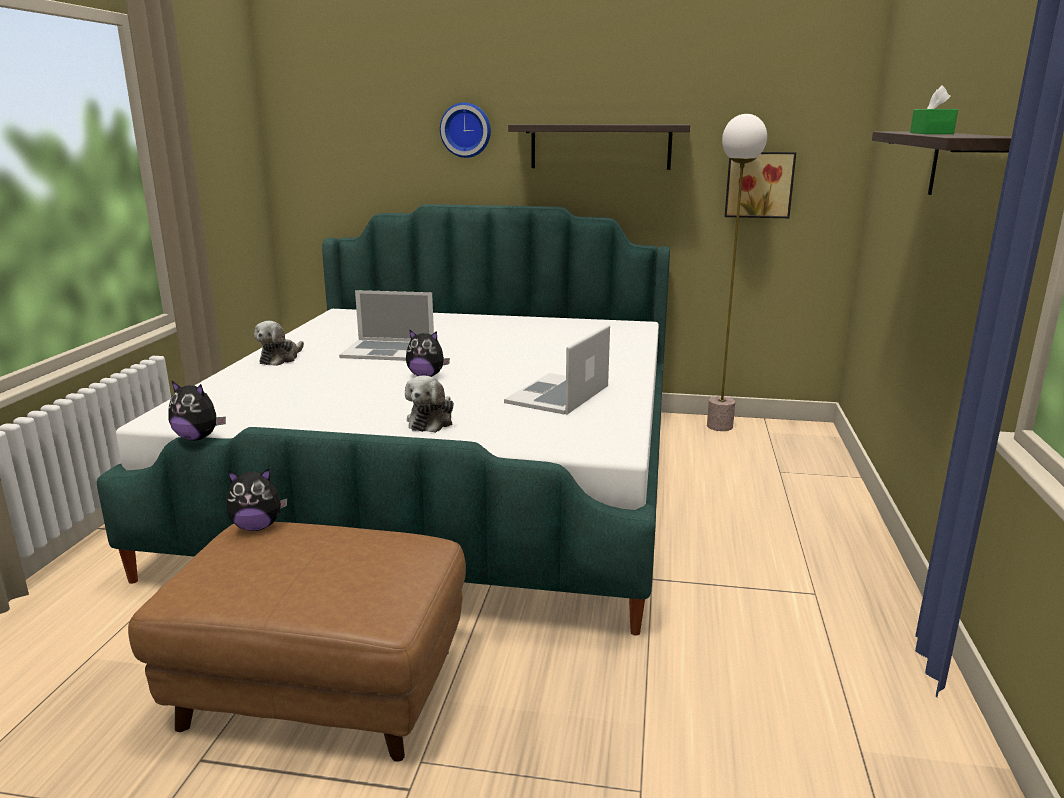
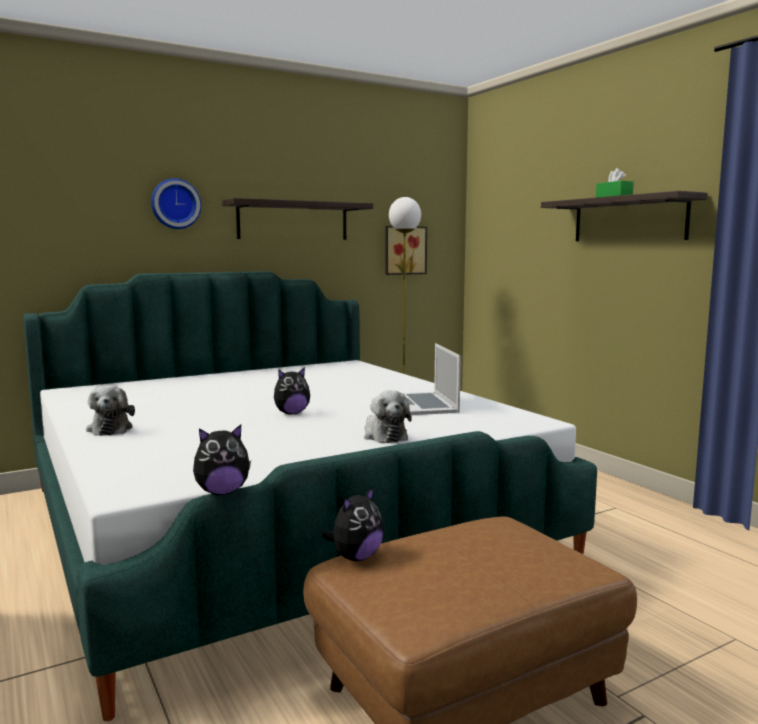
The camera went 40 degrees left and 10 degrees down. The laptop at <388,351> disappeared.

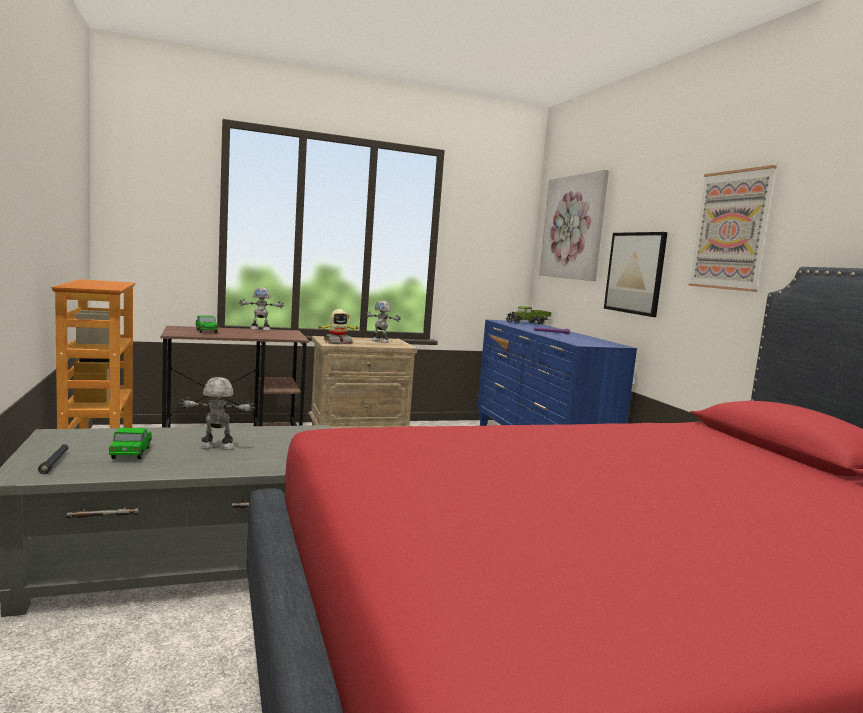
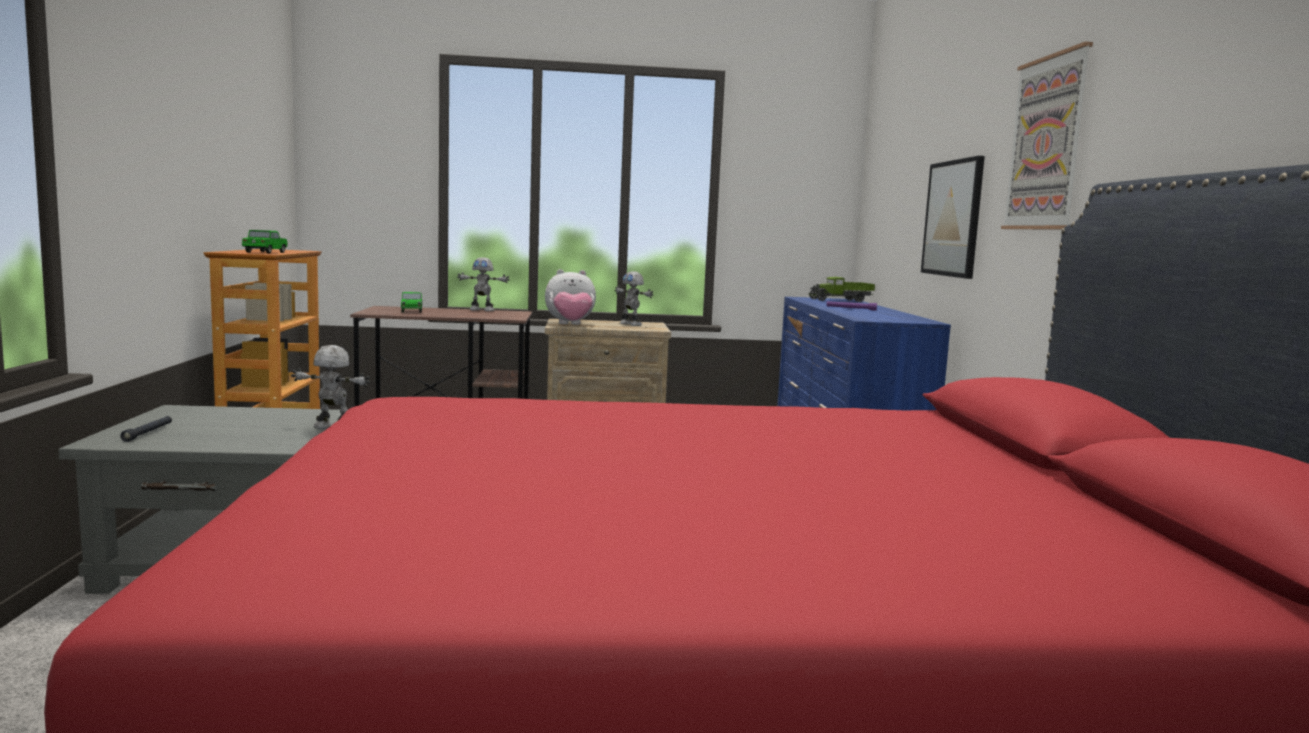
The camera went 15 degrees right and 0 degrees up. The toy car moved from <131,453> to <265,252>. The toy robot at <337,342> was replaced by the cuddly toy at <570,324>. The picture at <573,227> disappeared.

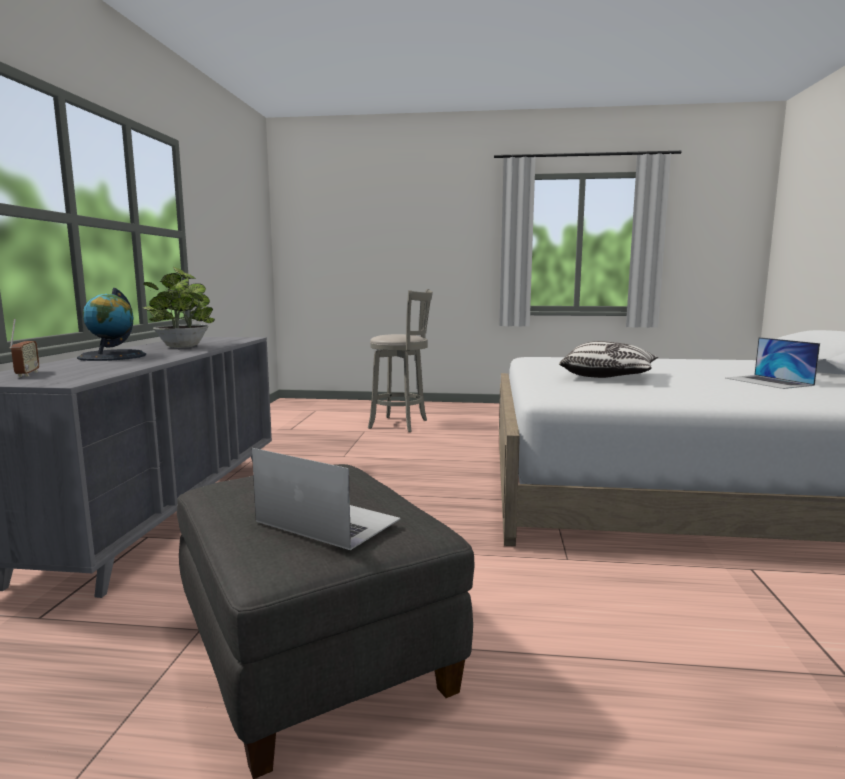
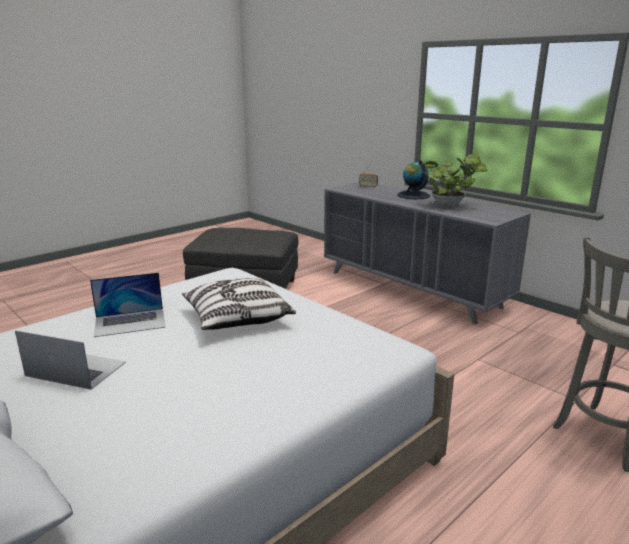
The camera went 130 degrees right and 10 degrees up. The laptop moved from <327,520> to <130,322>.

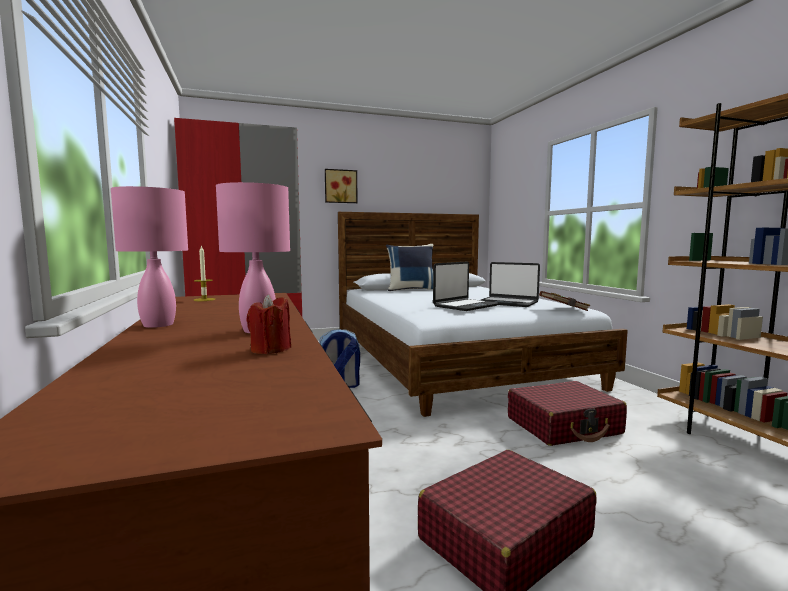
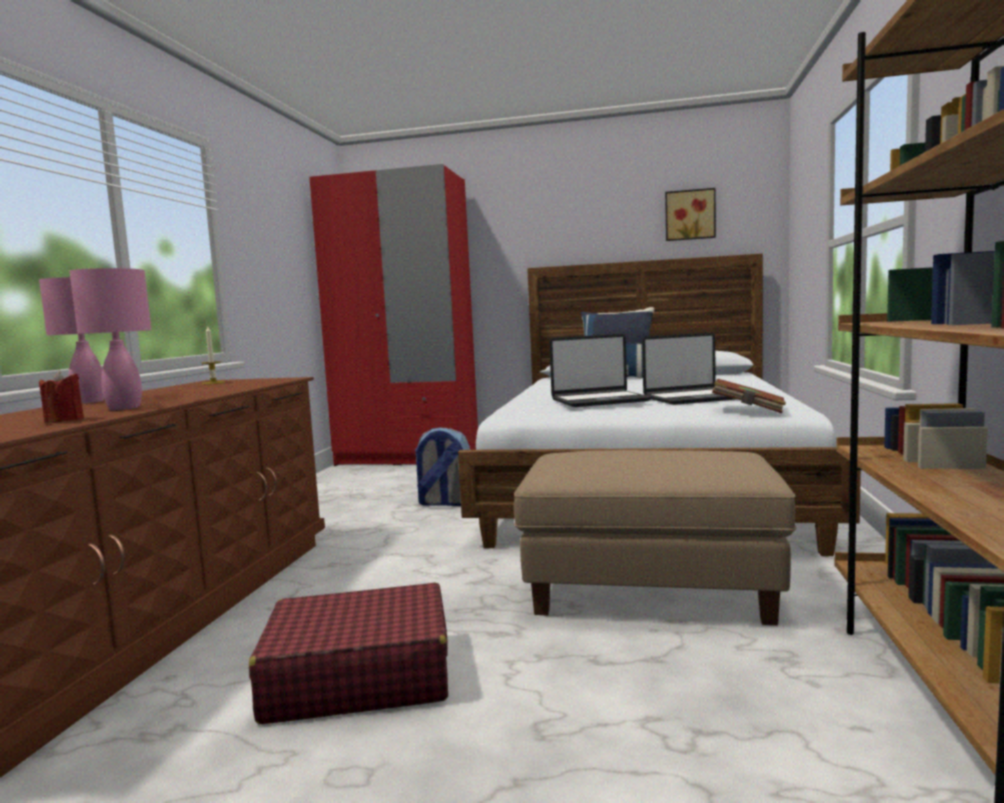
The camera went 30 degrees right and 0 degrees up. The travel case/red-coloured at <564,426> was replaced by the footrest/sand-coloured at <651,588>. The laptop at <508,303> turned 75 degrees counterclockwise. The picture moved from <340,186> to <690,215>.

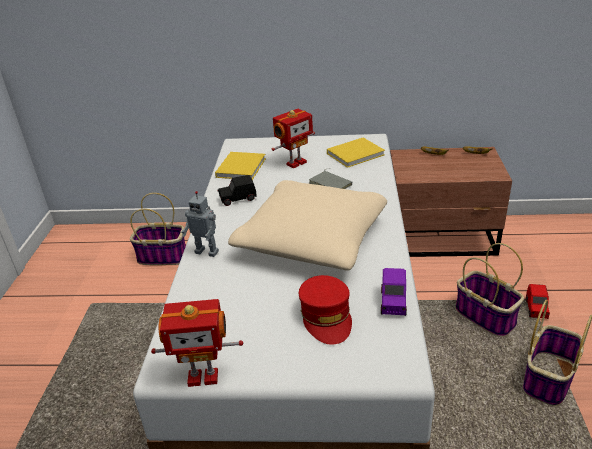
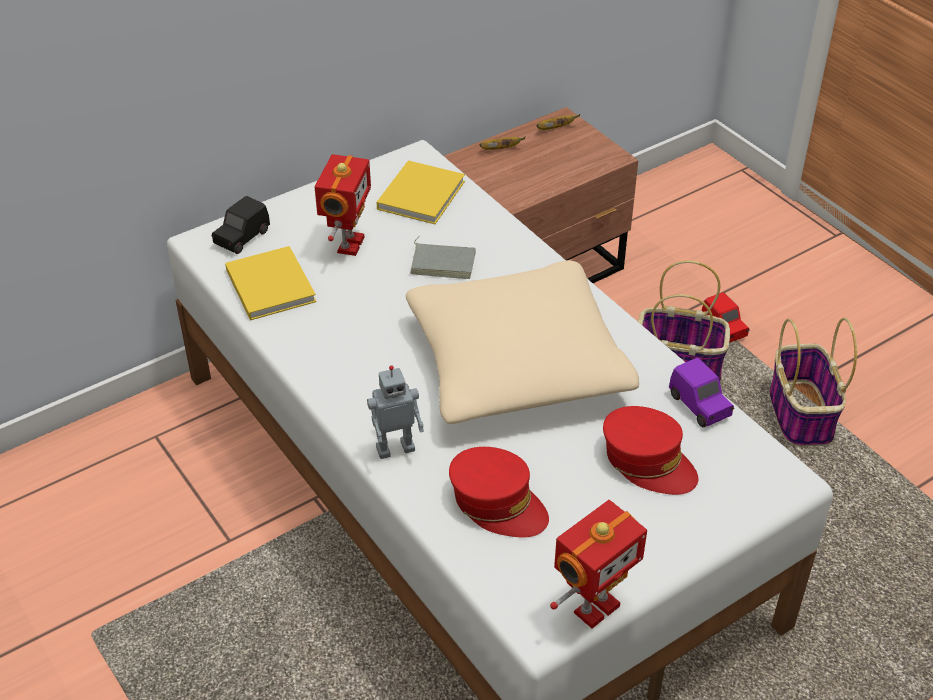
The camera went 40 degrees left and 10 degrees up. The toy car/blackish moved from <237,199> to <241,238>. The baseball cap/red-coloured at <498,503> appeared. The storage basket at <163,256> disappeared.

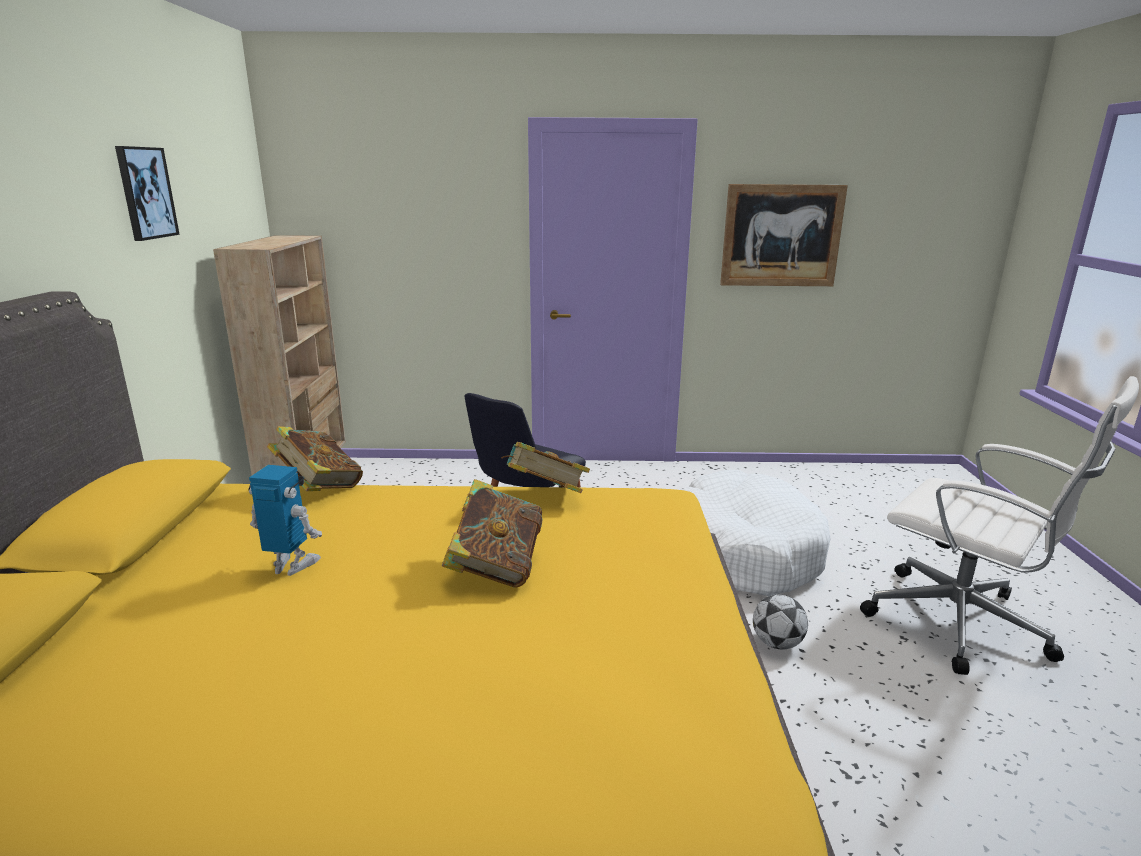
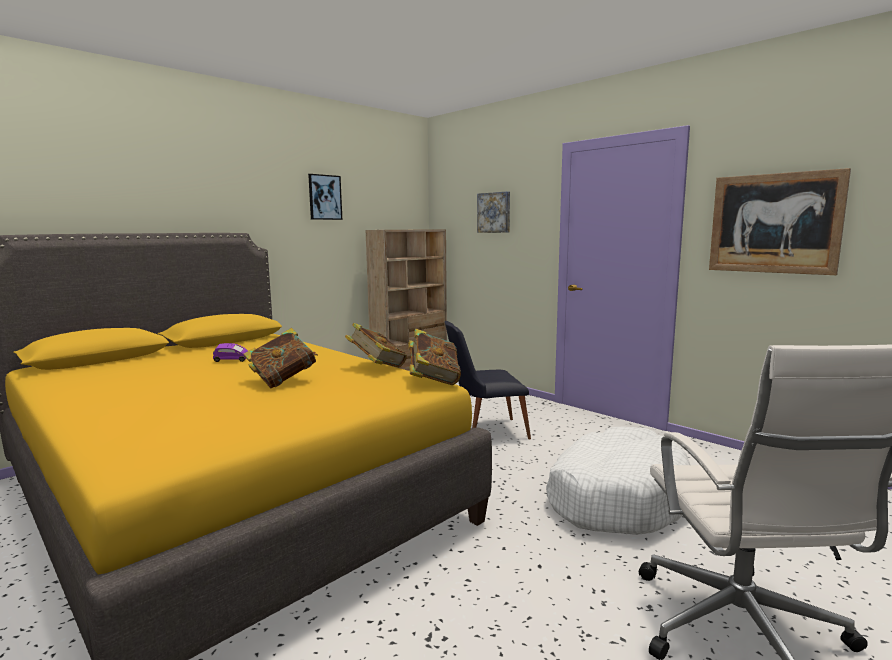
The camera went 45 degrees right and 10 degrees down. The toy robot at <291,566> was replaced by the toy car/purple-coloured at <231,360>. The bound book moved from <319,488> to <433,380>. The picture at <494,212> appeared. The football ball at <777,643> disappeared.

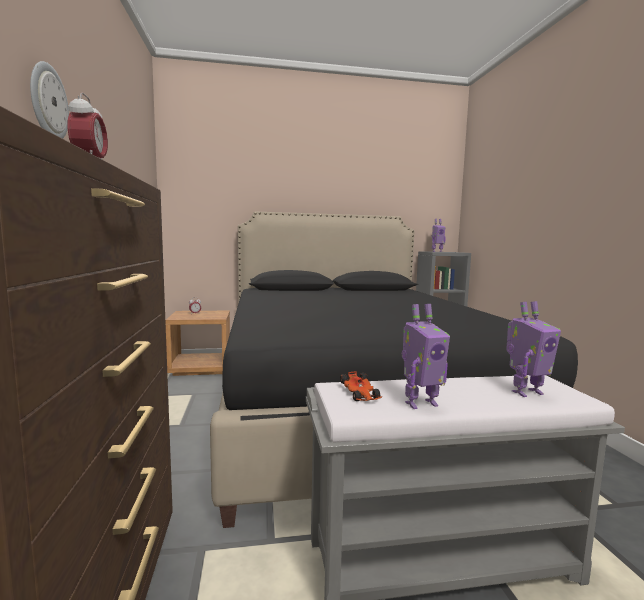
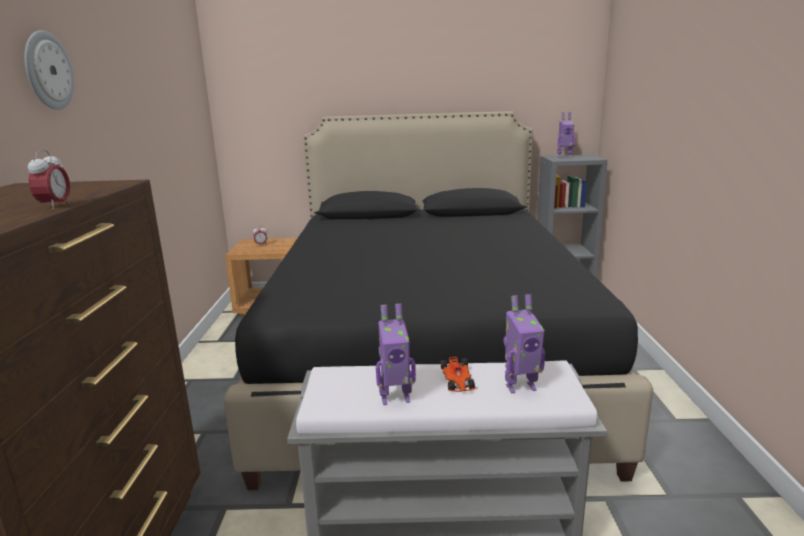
The camera went 10 degrees right and 10 degrees up. The toy car moved from <360,393> to <457,381>.

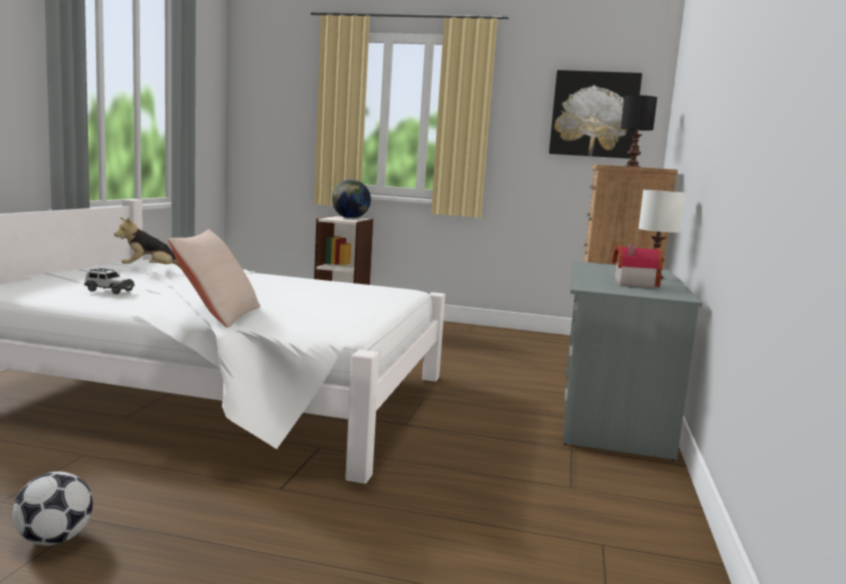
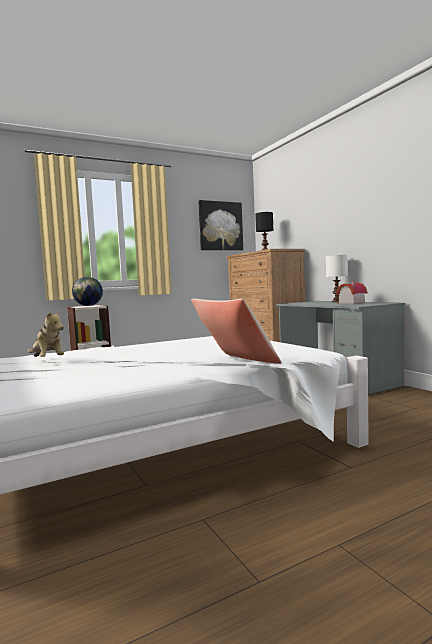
The camera went 40 degrees left and 5 degrees down. The cuddly toy at <151,270> turned 75 degrees counterclockwise. The football ball at <54,540> disappeared. The toy car at <109,291> disappeared.

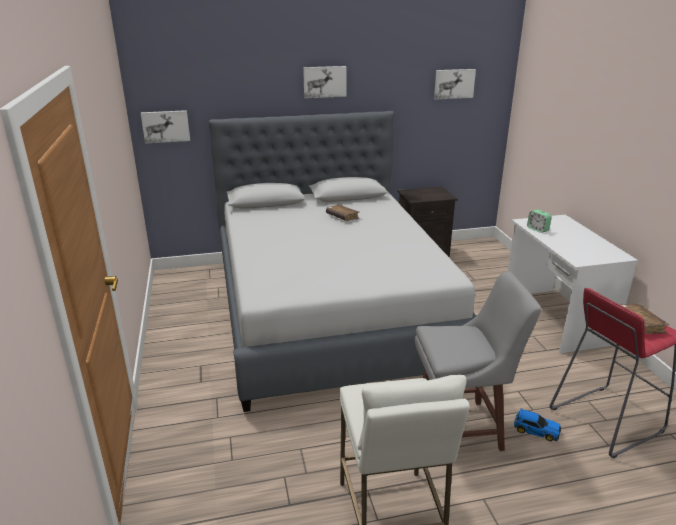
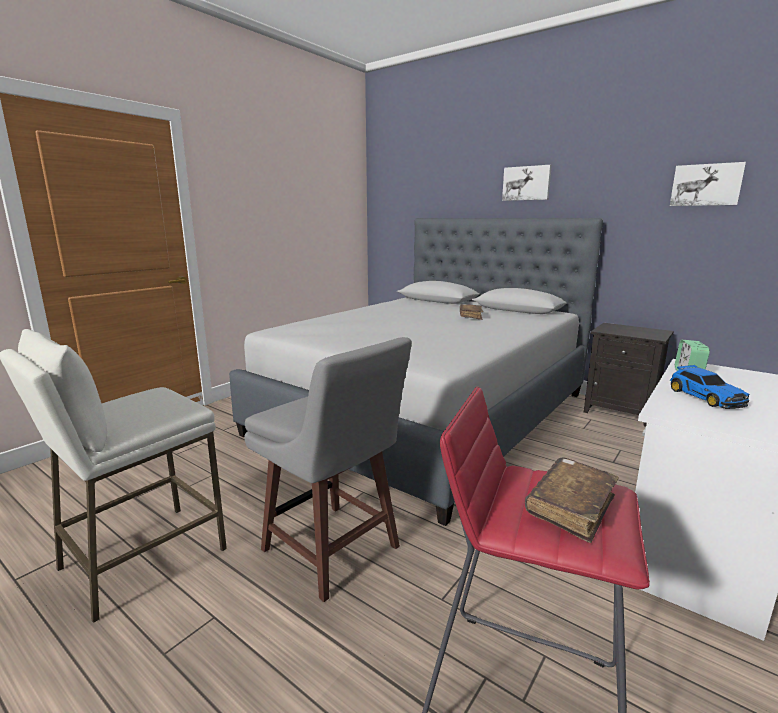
The camera went 50 degrees right and 10 degrees down. The toy car moved from <535,429> to <705,397>. The picture at <166,126> disappeared.

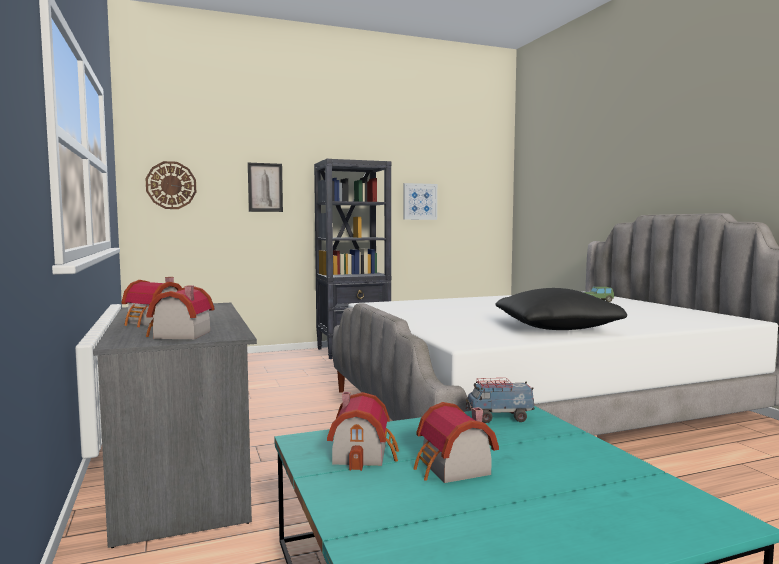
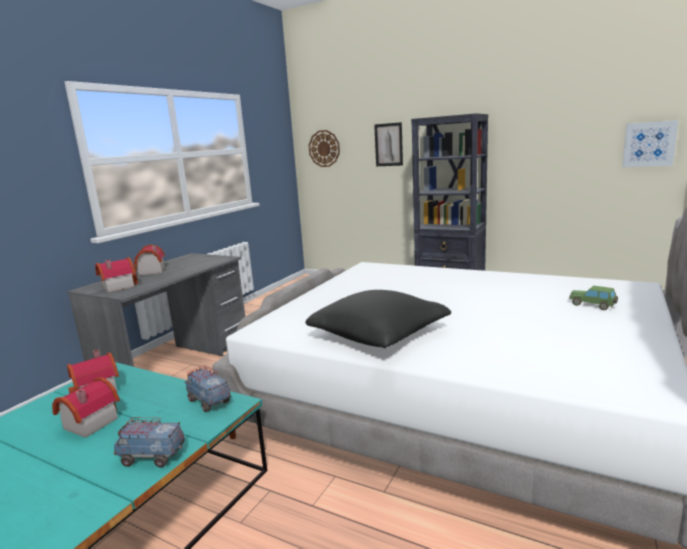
The camera went 50 degrees right and 10 degrees up. The toy truck at <151,457> appeared. The picture moved from <419,201> to <649,144>.

